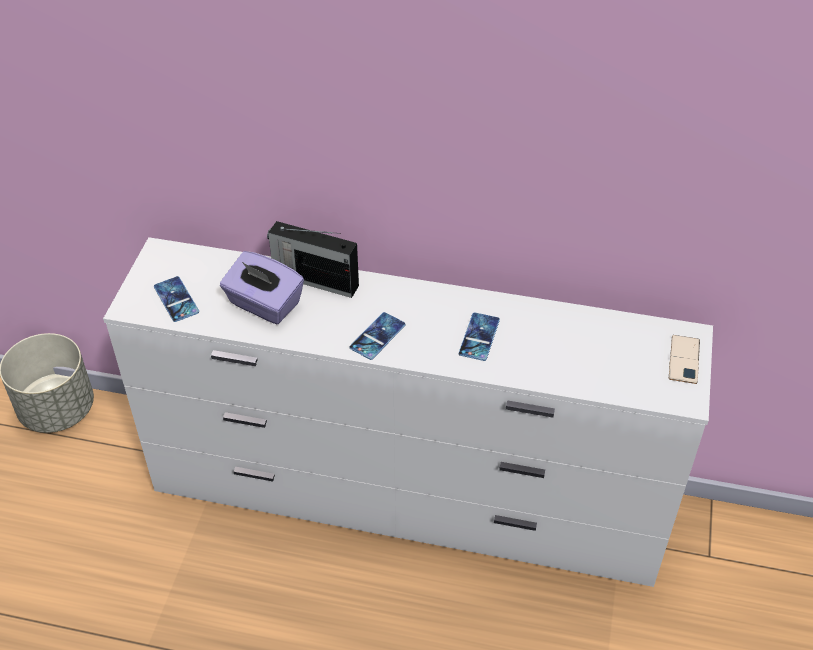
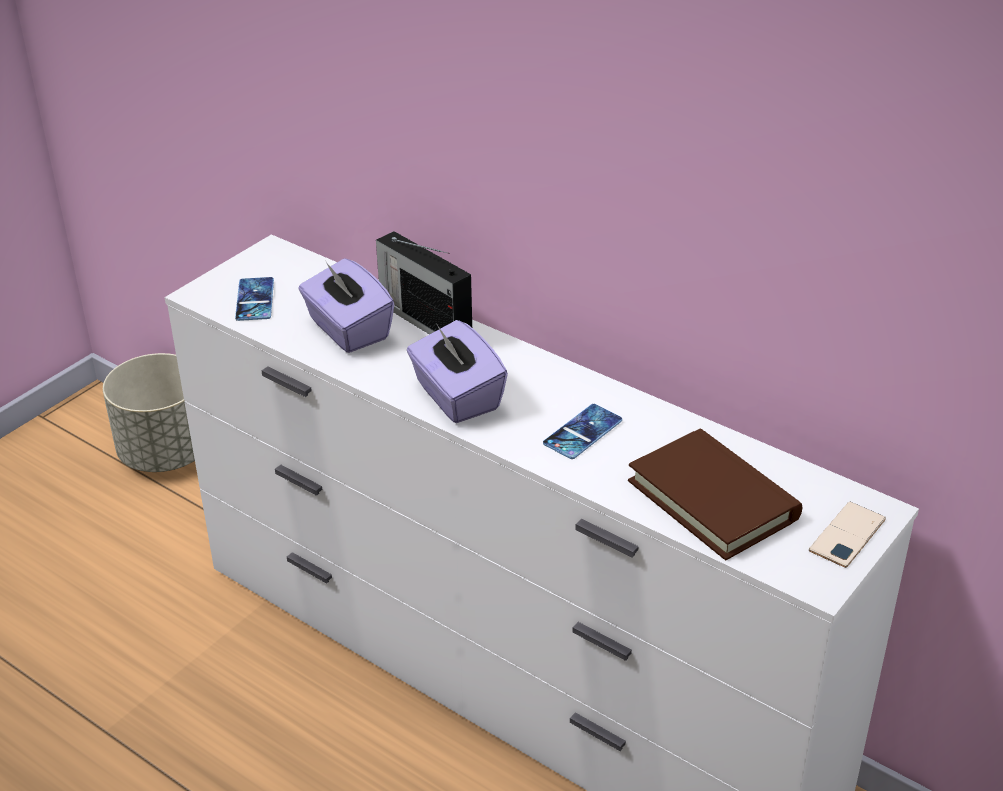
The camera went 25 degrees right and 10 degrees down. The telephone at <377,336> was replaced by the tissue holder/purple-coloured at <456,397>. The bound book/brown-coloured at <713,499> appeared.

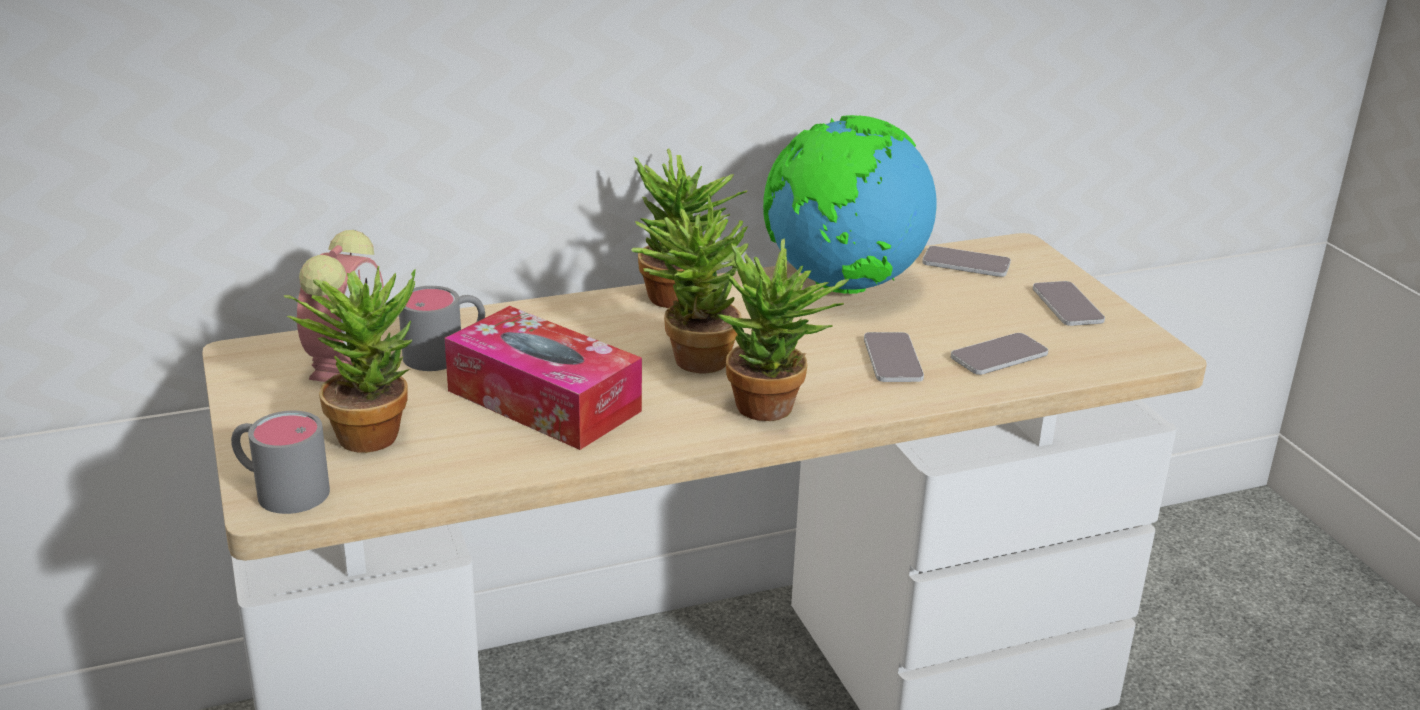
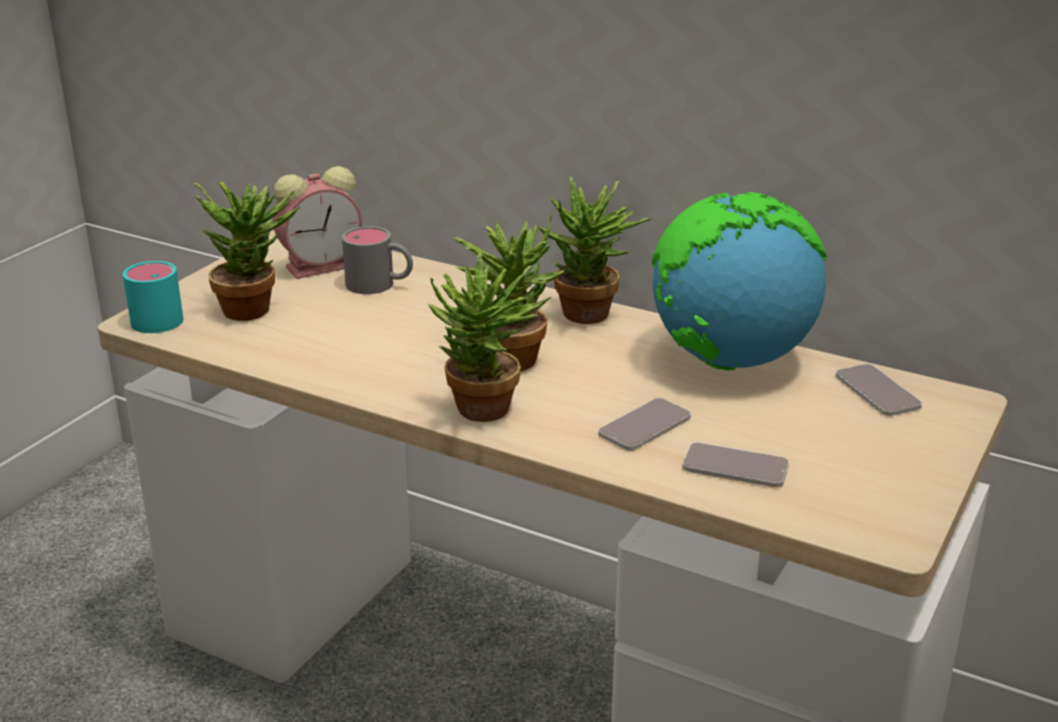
The camera went 50 degrees right and 0 degrees up. The tea mug/greyish at <279,489> became the tea mug/turquoise-coloured at <156,316>. The tissue holder at <544,401> disappeared. The telephone at <1067,305> disappeared.

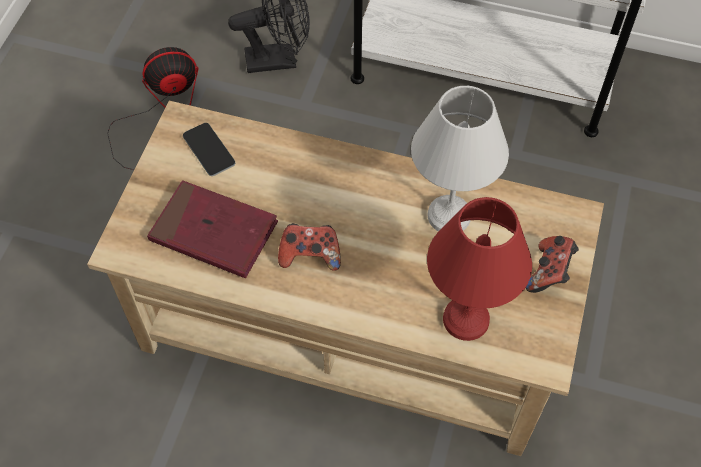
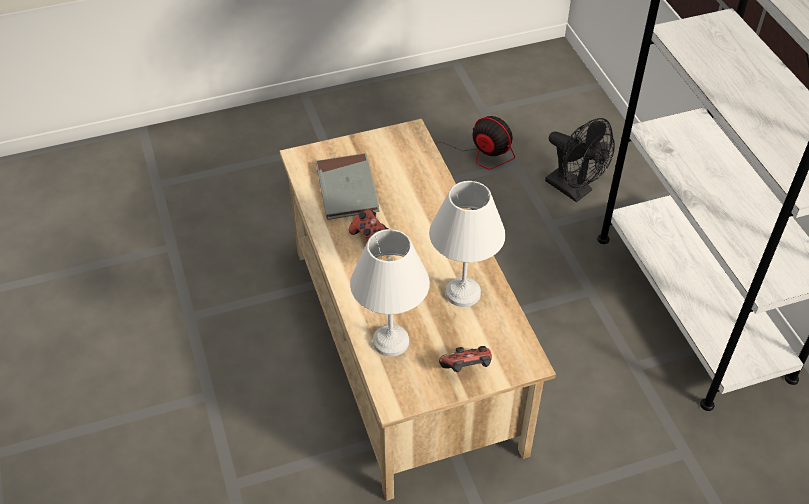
The camera went 55 degrees right and 10 degrees down. The bound book/red-coloured at <214,232> became the bound book/greyish at <347,189>. The table lamp/red-coloured at <467,321> became the table lamp/white at <390,343>. The telephone at <209,149> disappeared.

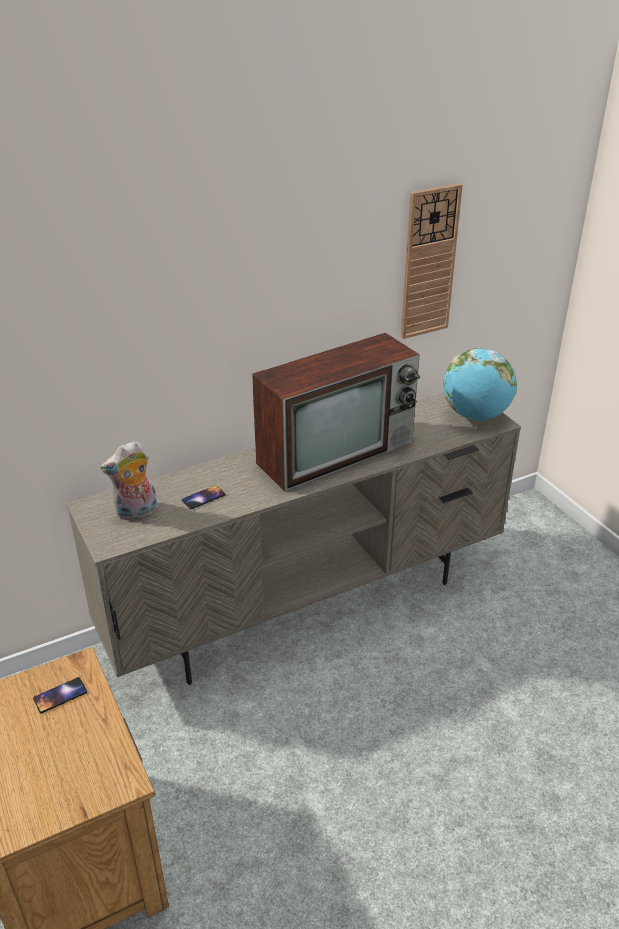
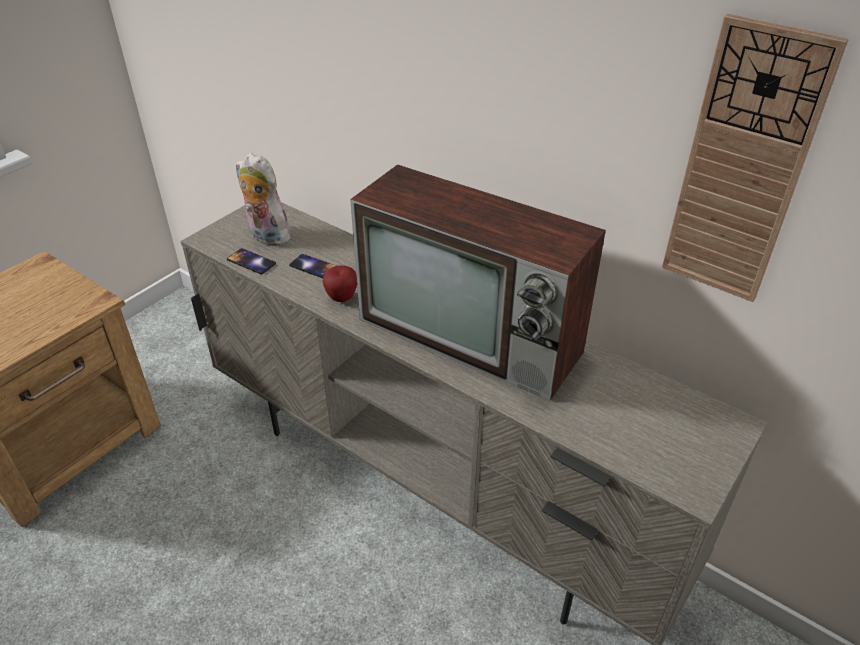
The camera went 65 degrees right and 5 degrees up. The telephone moved from <60,695> to <251,262>. The whole apple at <341,298> appeared. The globe at <475,415> disappeared.

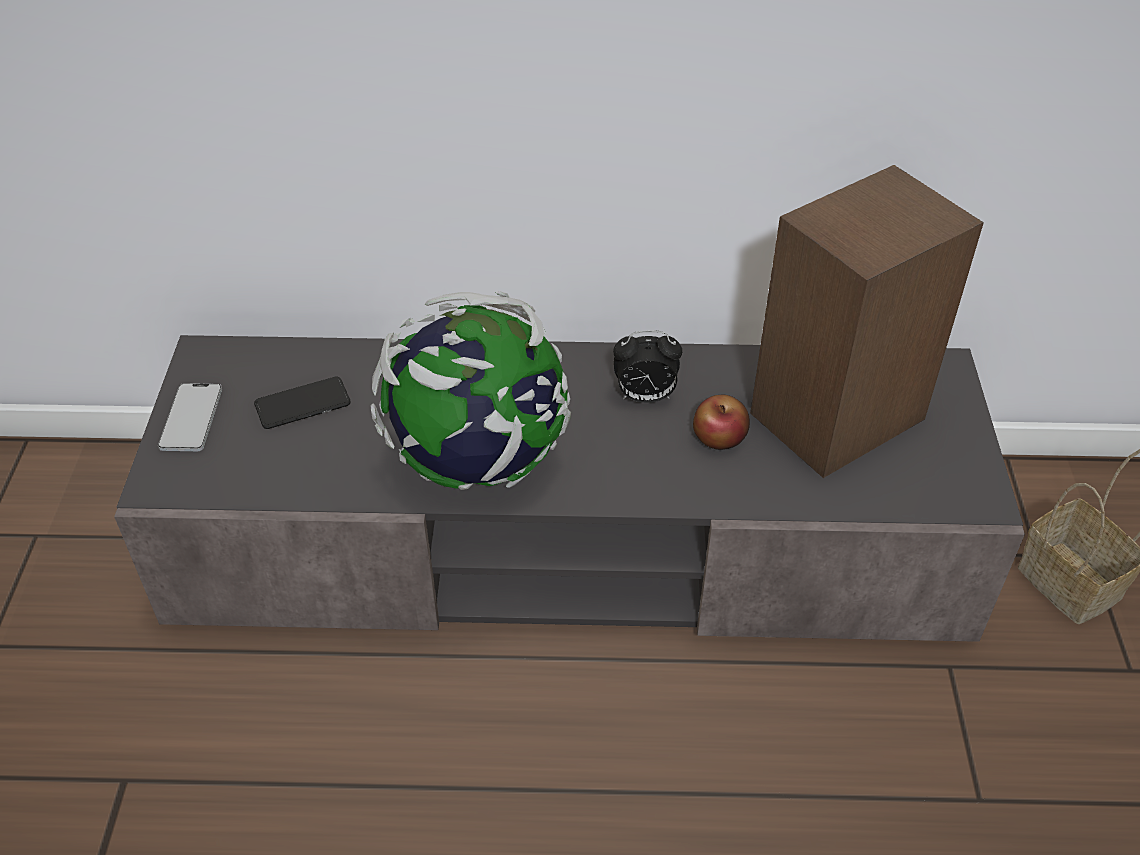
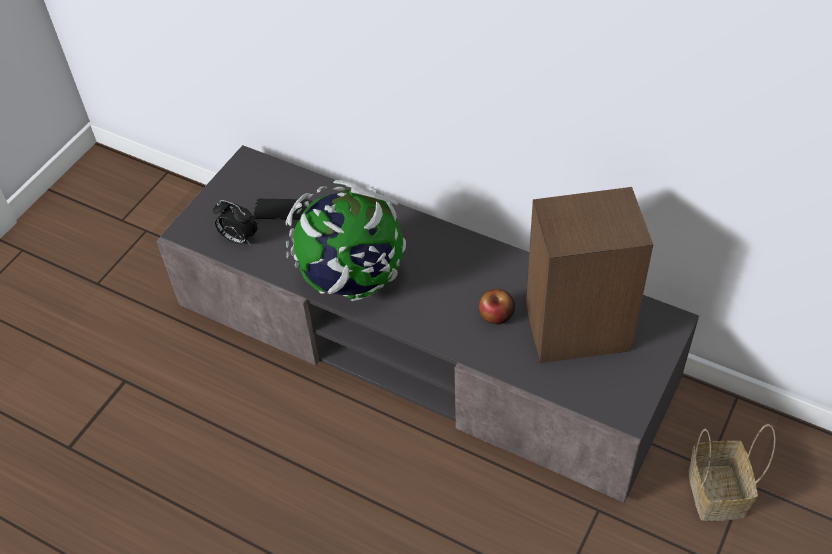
The camera went 30 degrees right and 5 degrees up. The table clock moved from <644,397> to <238,239>. The telephone at <191,419> disappeared.

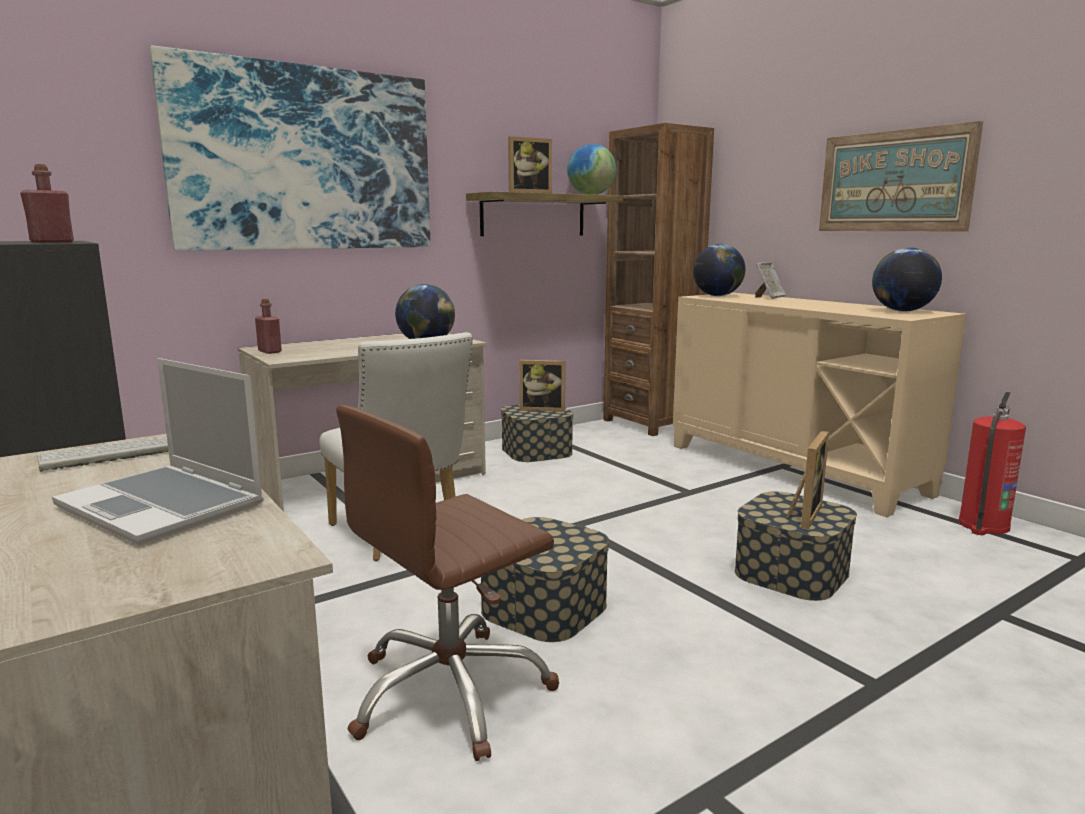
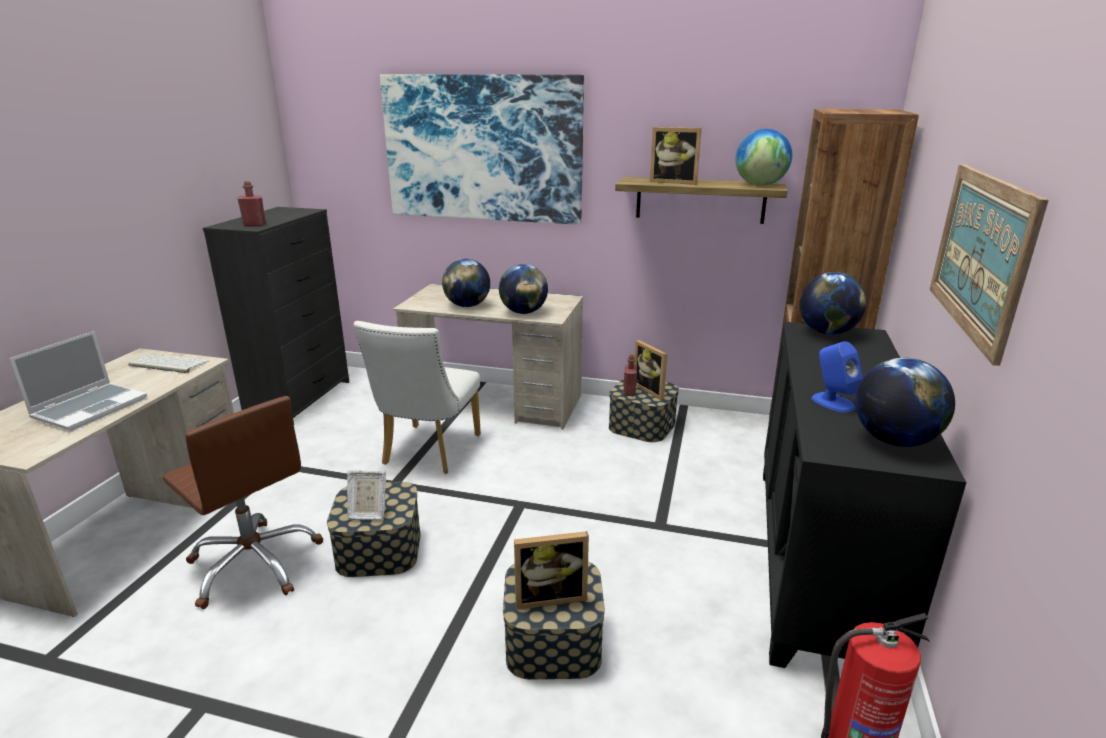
The camera went 50 degrees right and 10 degrees up. The laptop at <165,506> turned 150 degrees counterclockwise. The office chair/brown-coloured at <450,692> turned 150 degrees counterclockwise. The standing frame moved from <769,297> to <368,513>. The globe at <467,306> appeared. The beverage bottle/red-coloured moved from <269,351> to <629,392>. The cupboard/sand-coloured at <793,469> became the cupboard/blackish at <819,560>. The audio speaker/blue-coloured at <832,402> appeared.

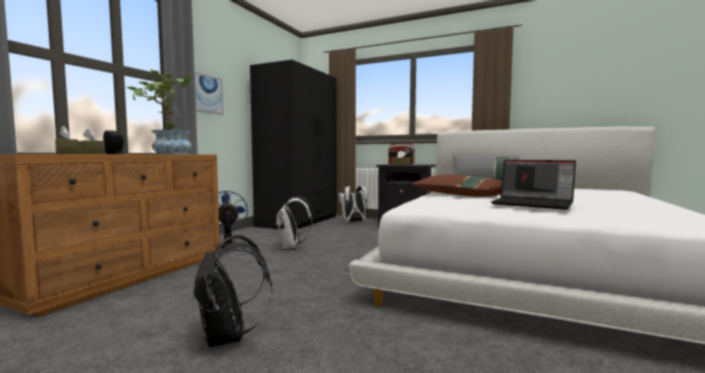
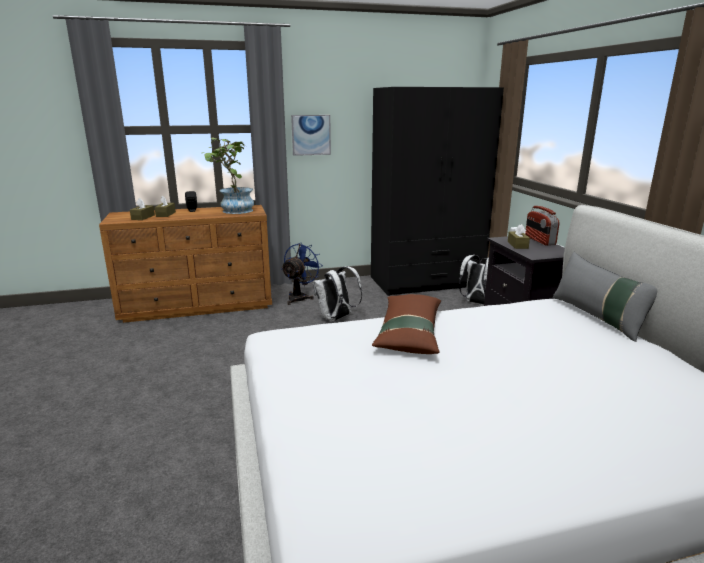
The camera went 50 degrees right and 15 degrees up. The backpack/blackish at <228,337> disappeared. The laptop at <533,204> disappeared.

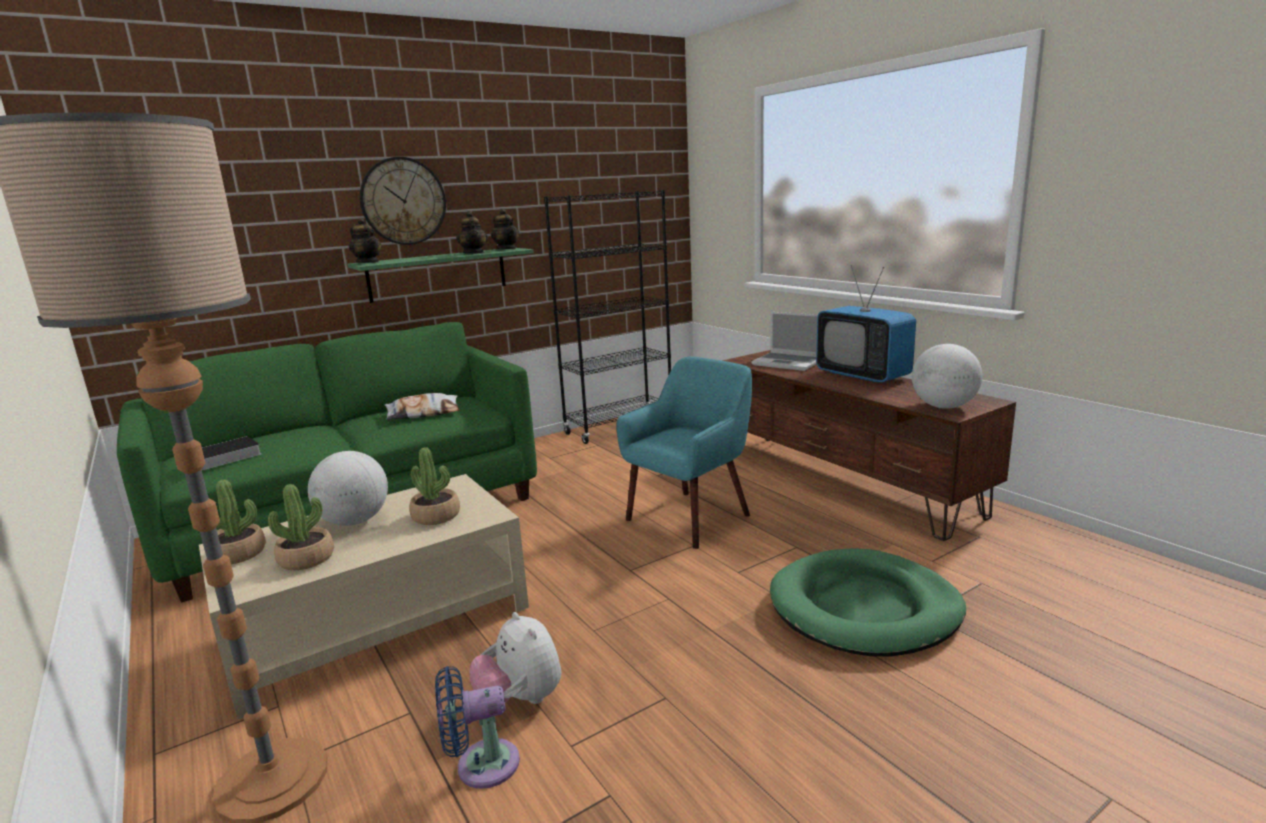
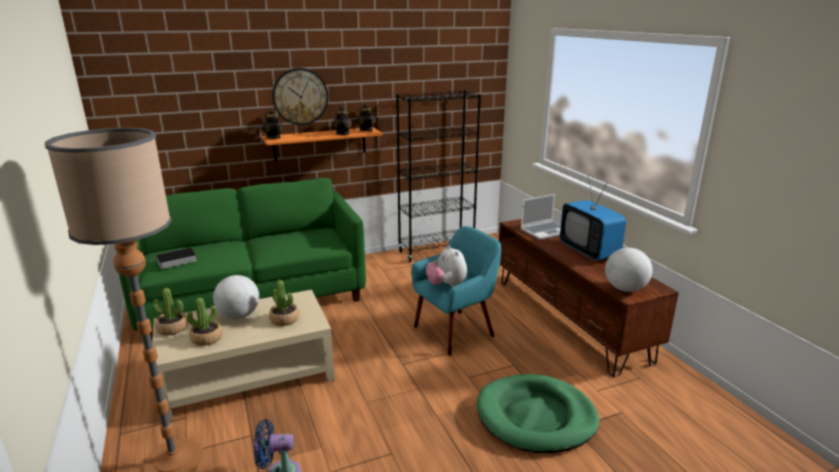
The camera went 10 degrees right and 5 degrees up. The wall shelf/greenish at <438,274> became the wall shelf/orange-coloured at <320,144>. The cuddly toy moved from <520,699> to <446,285>. The laptop at <789,363> turned 75 degrees counterclockwise. The cushion at <423,413> disappeared.

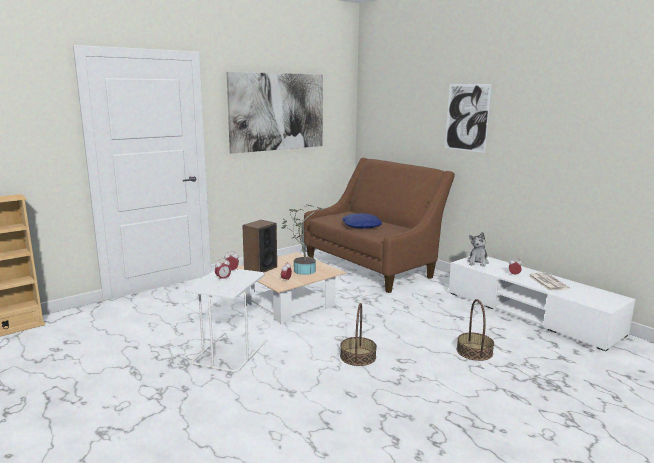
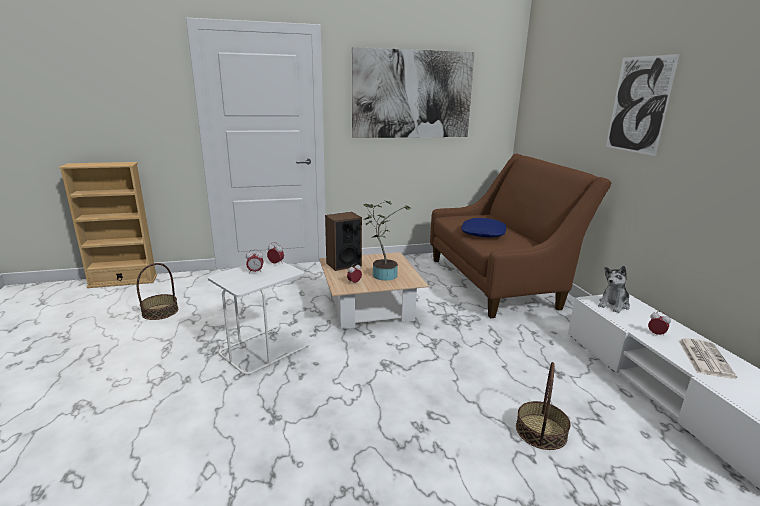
The camera went 25 degrees right and 5 degrees up. The storage basket moved from <357,356> to <160,311>.

